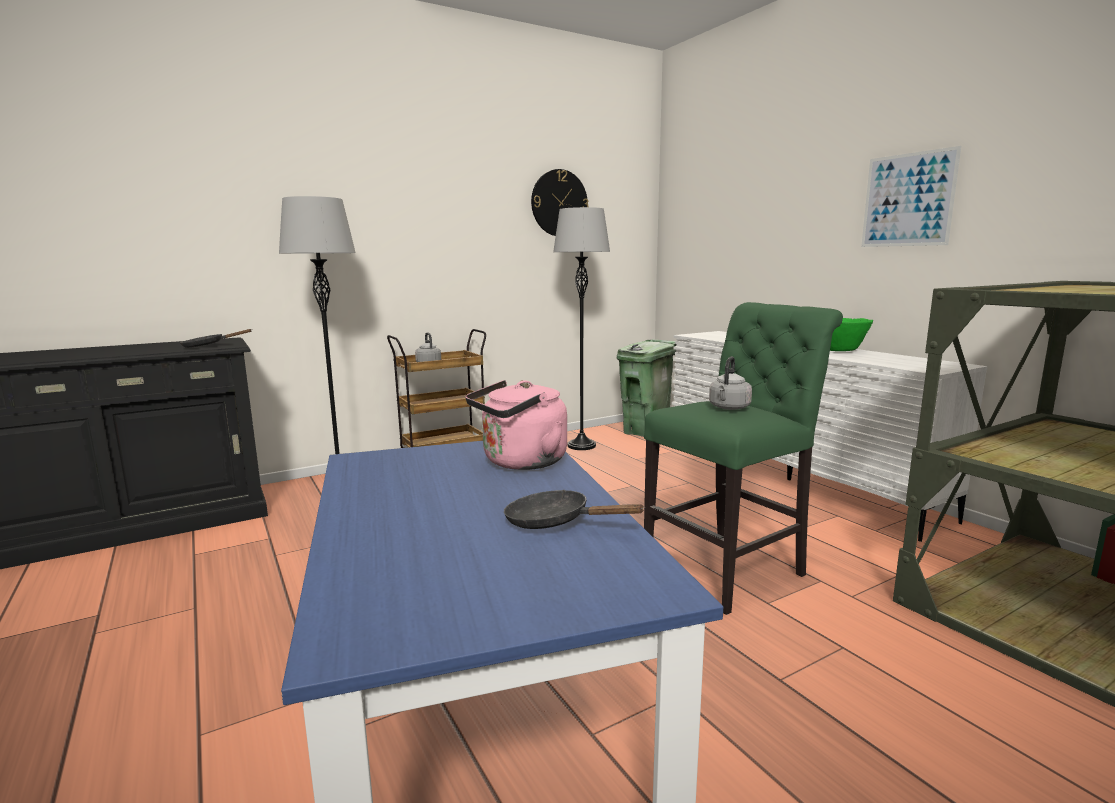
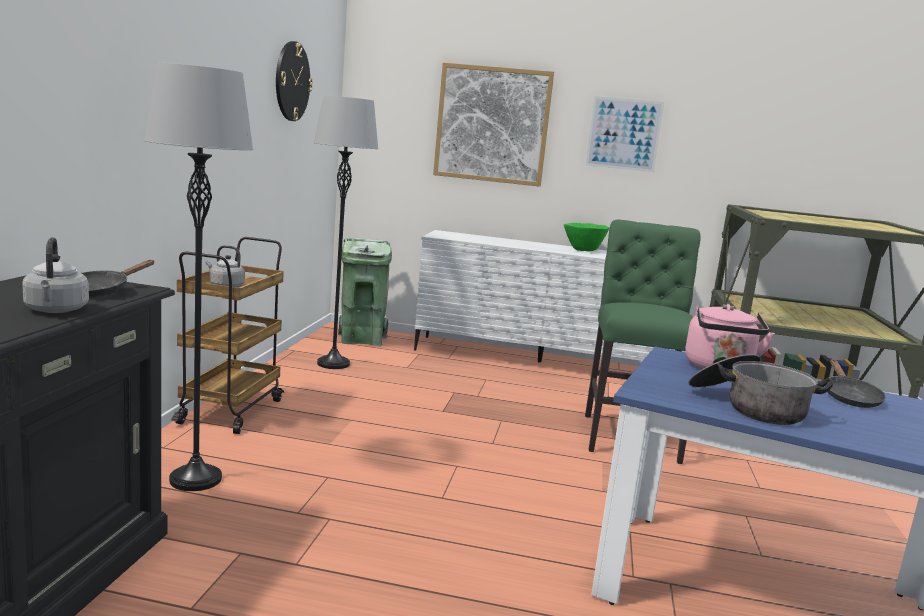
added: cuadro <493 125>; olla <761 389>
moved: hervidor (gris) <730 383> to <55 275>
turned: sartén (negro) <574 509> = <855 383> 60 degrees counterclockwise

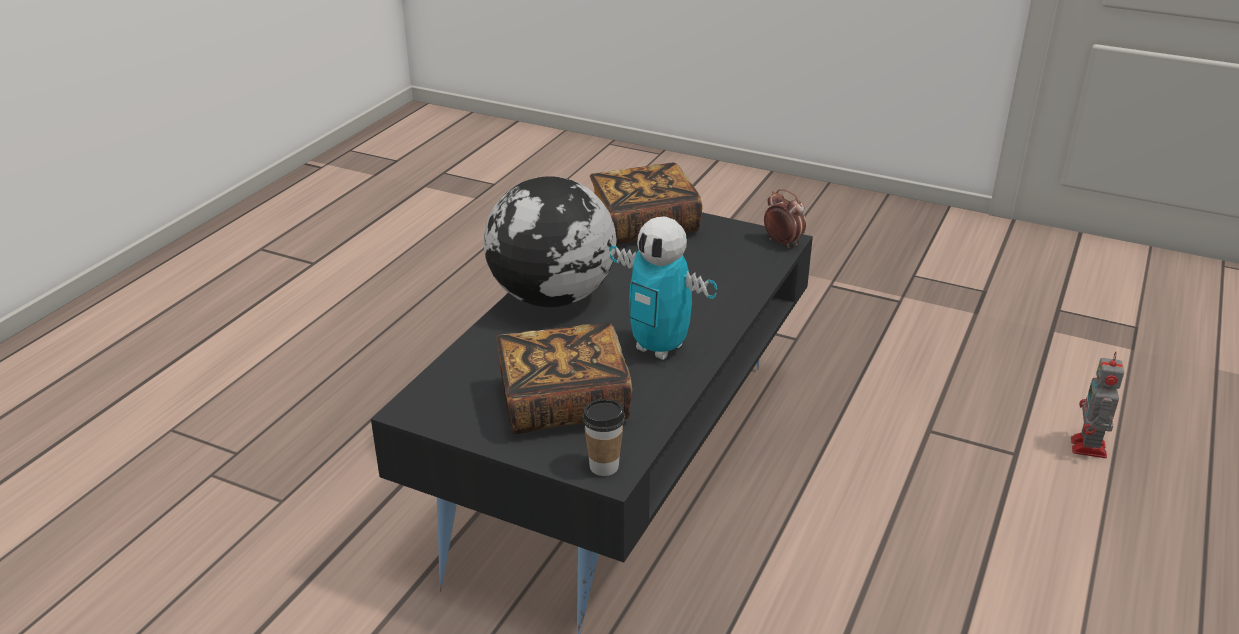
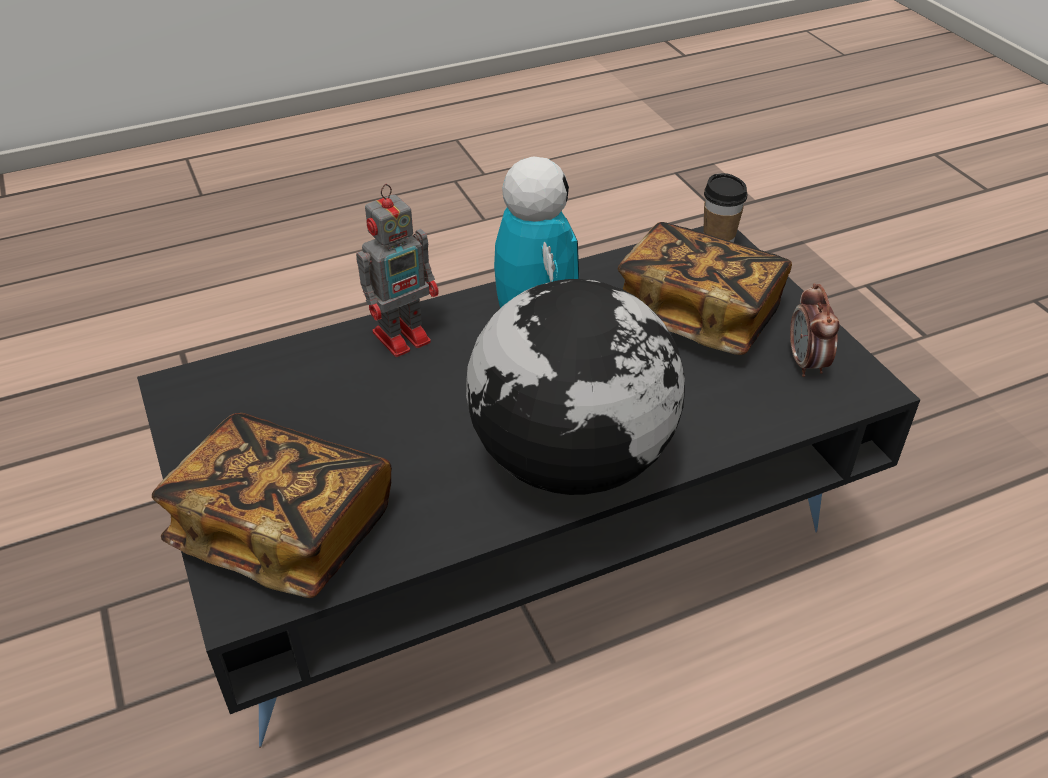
moved: despertador <785 218> to <815 330>; robot de juguete <1097 405> to <397 270>

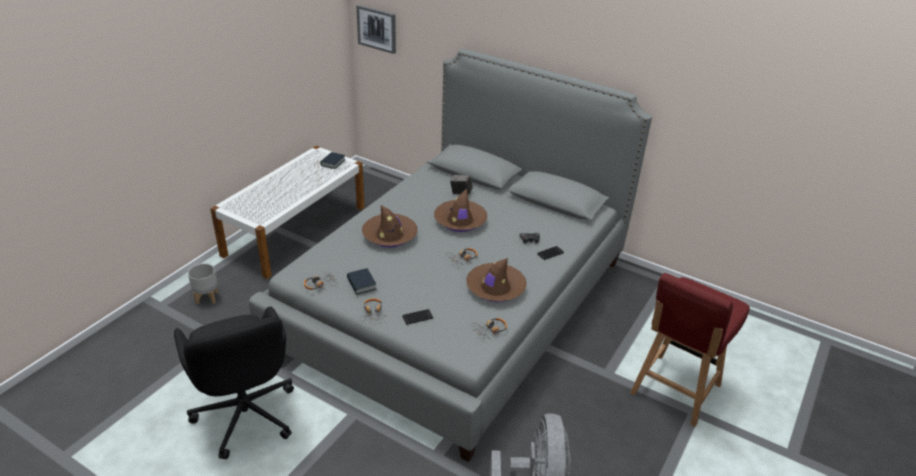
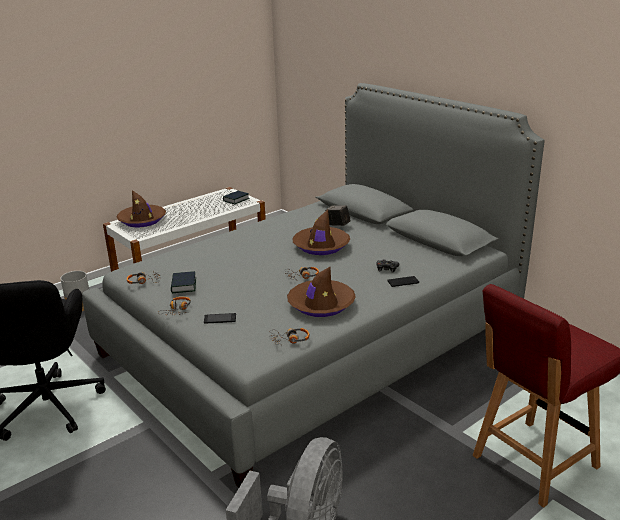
removed: cuadro <376 29>
moved: sombrero (marrón) <389 226> to <141 208>

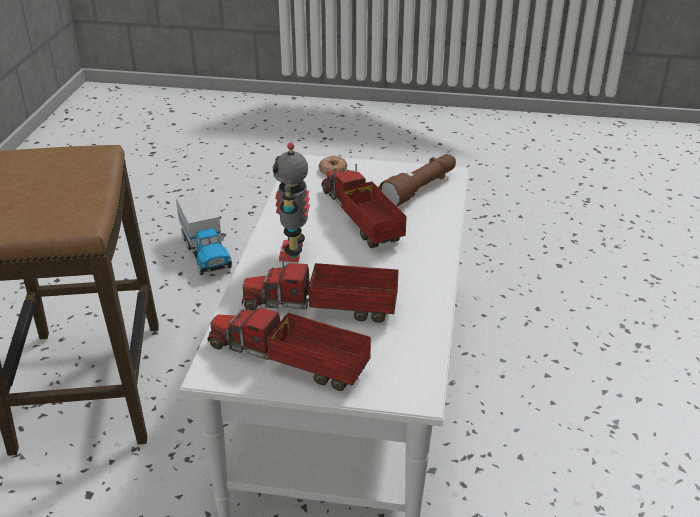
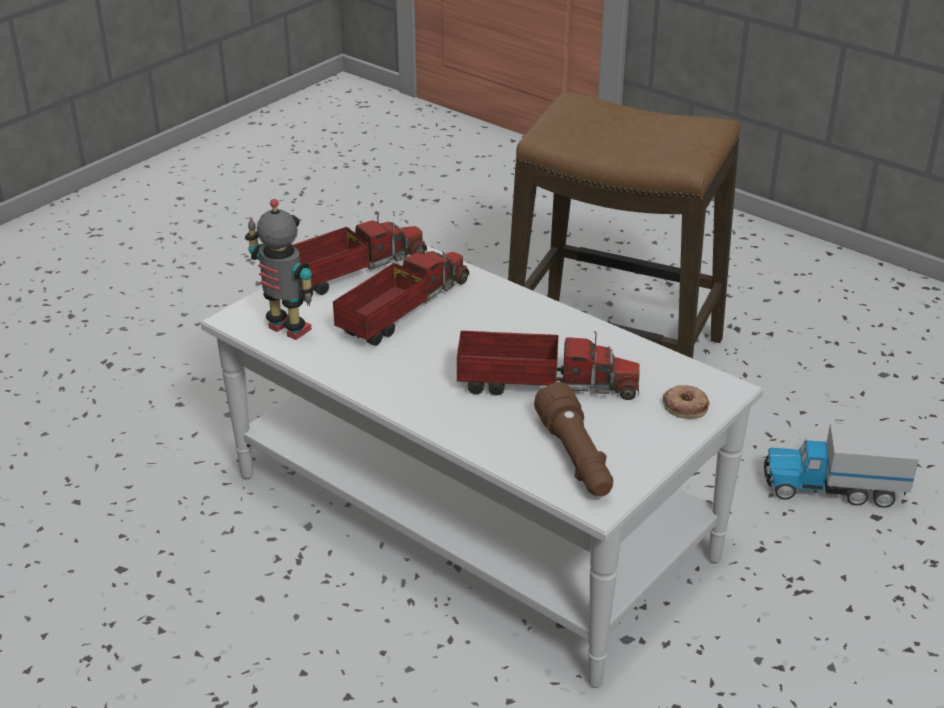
moved: robot de juguete <291 202> to <279 269>

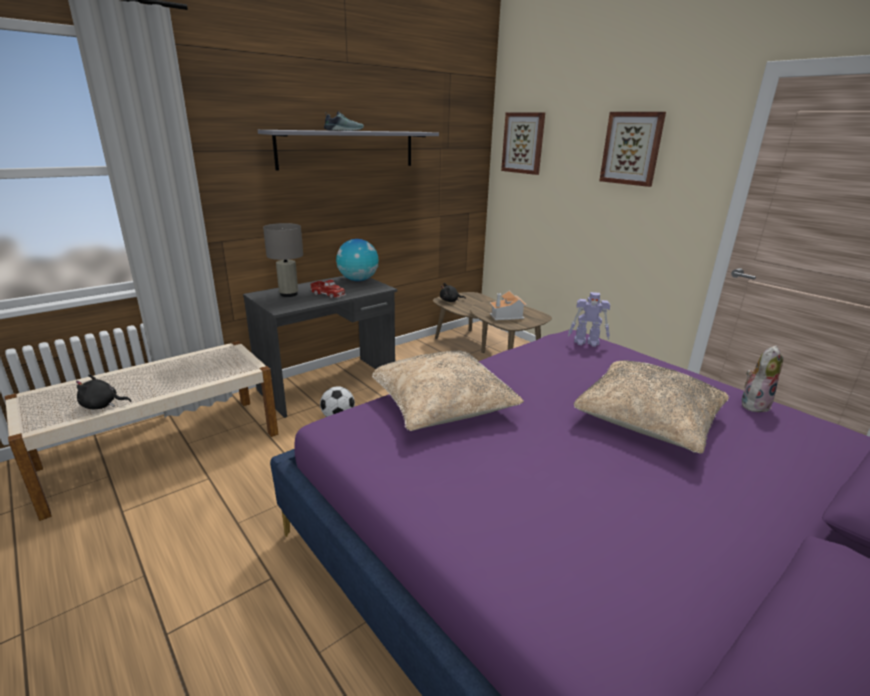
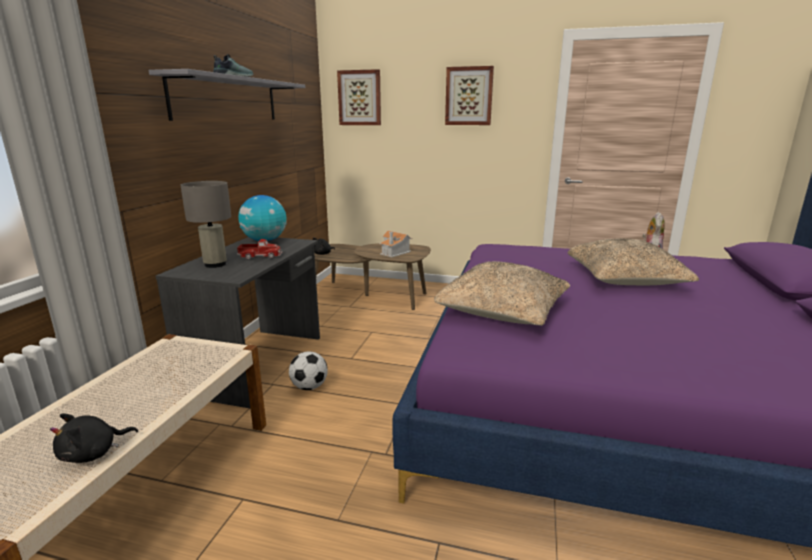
removed: robot de juguete <589 319>

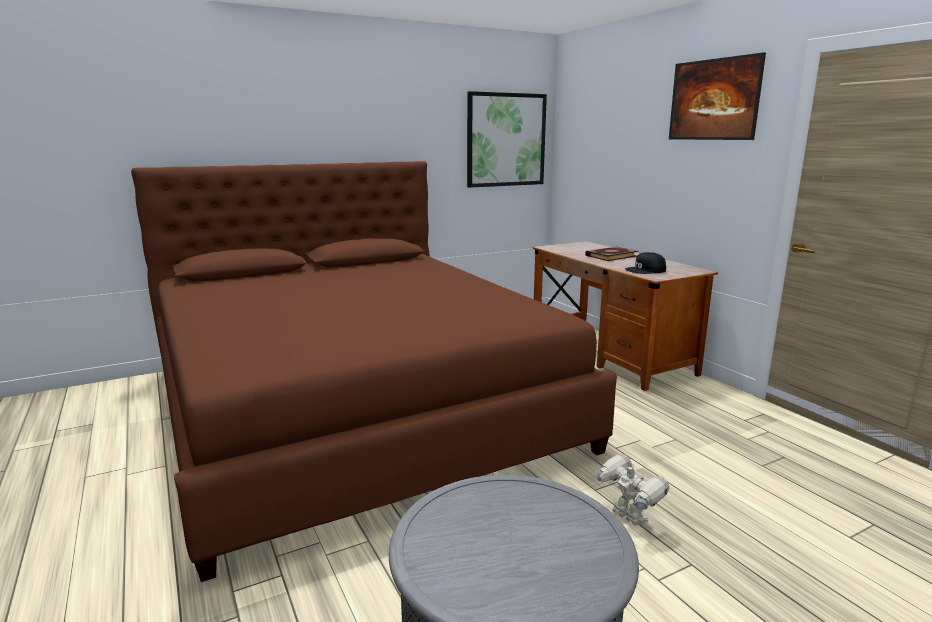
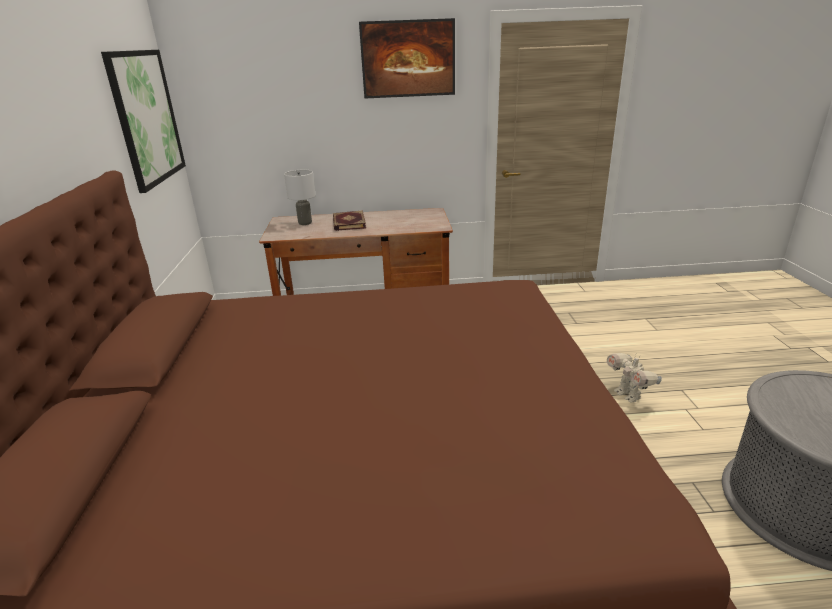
removed: gorra (negro) <645 263>
added: lámpara de mesa (blanco) <300 197>
turned: robot de juguete <632 490> = <634 378> 105 degrees counterclockwise

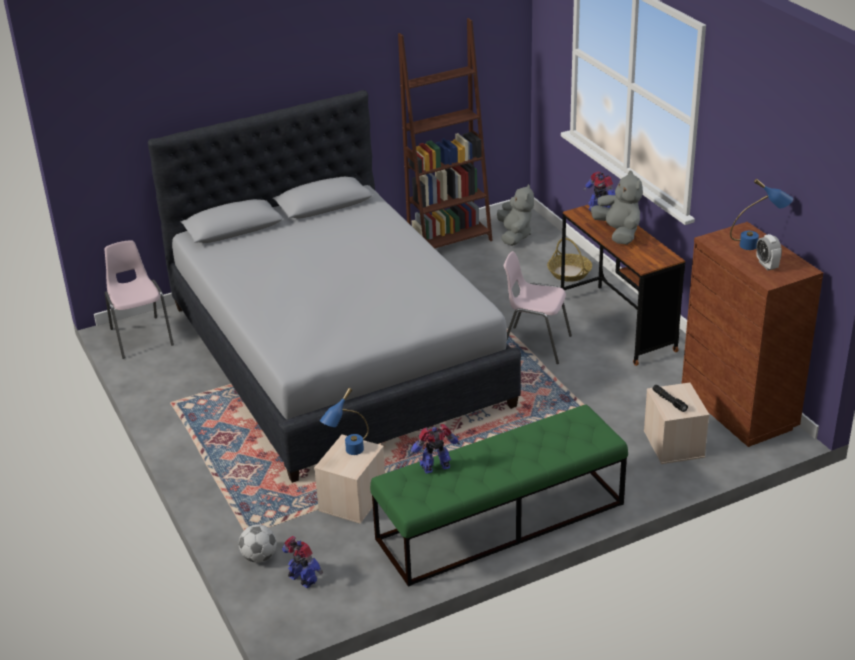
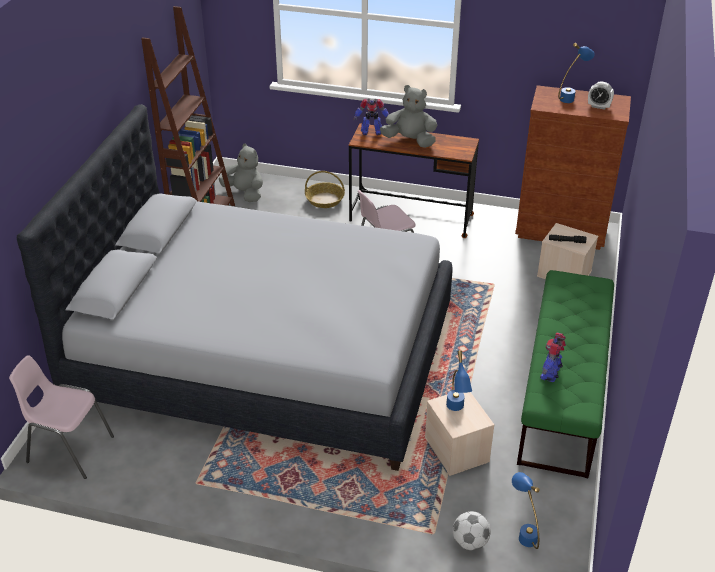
replaced: robot de juguete <302 562> to lámpara de mesa (azul) <526 510>

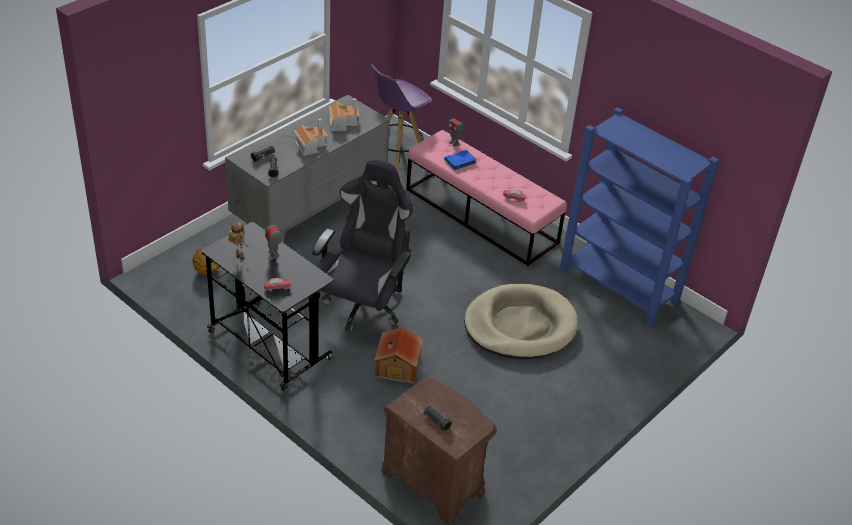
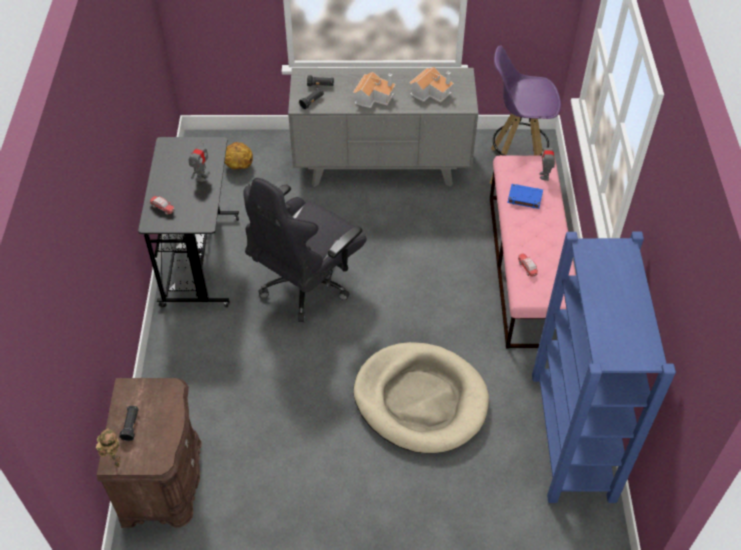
removed: casita <398 355>
moved: robot de juguete <238 239> to <108 448>
turned: silla de oficina (negro) <362 245> = <305 250> 150 degrees clockwise

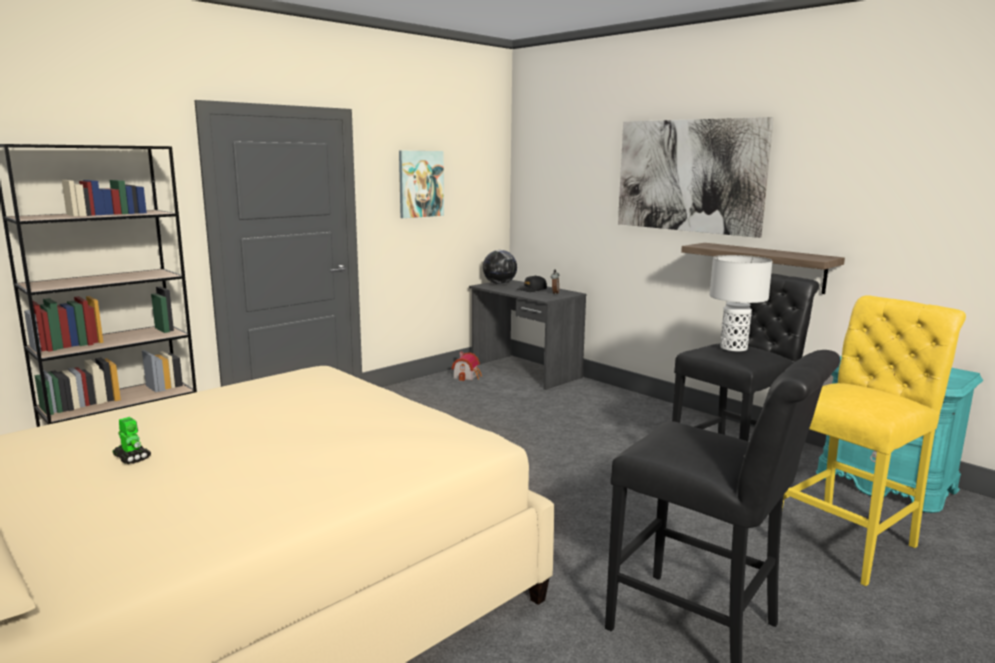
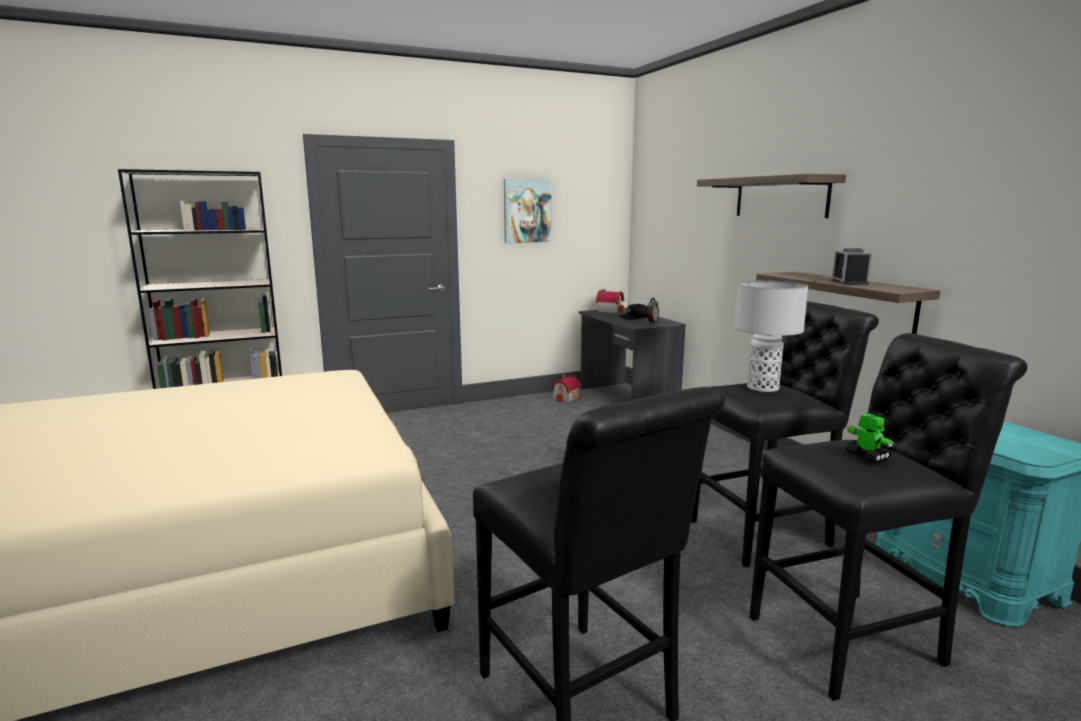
added: despertador <851 266>
moved: robot de juguete <131 440> to <870 438>
replaced: globo terráqueo <500 267> to casita <610 301>; cuadro <696 177> to estante <771 196>
recoloured: taburete (amarillo) <874 440> to taburete (negro) <888 517>

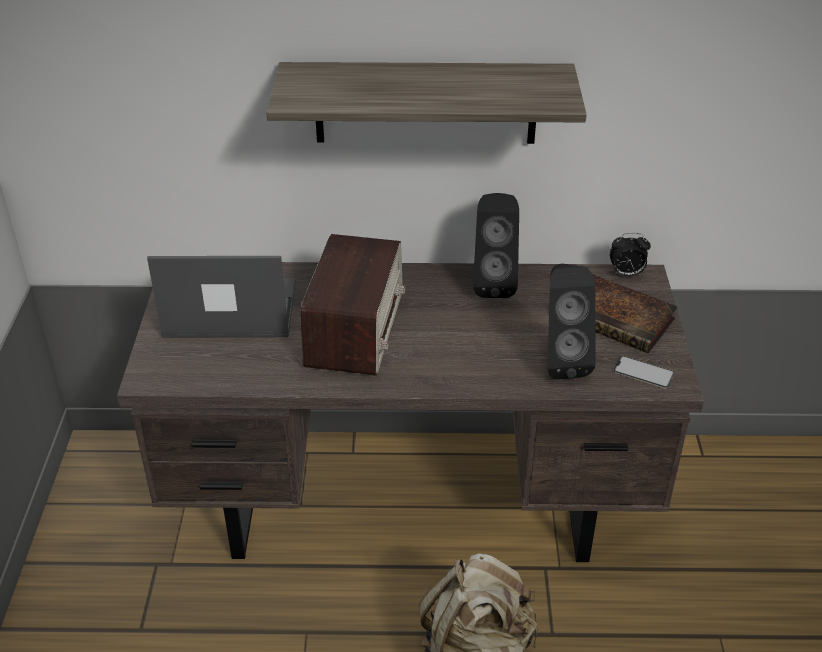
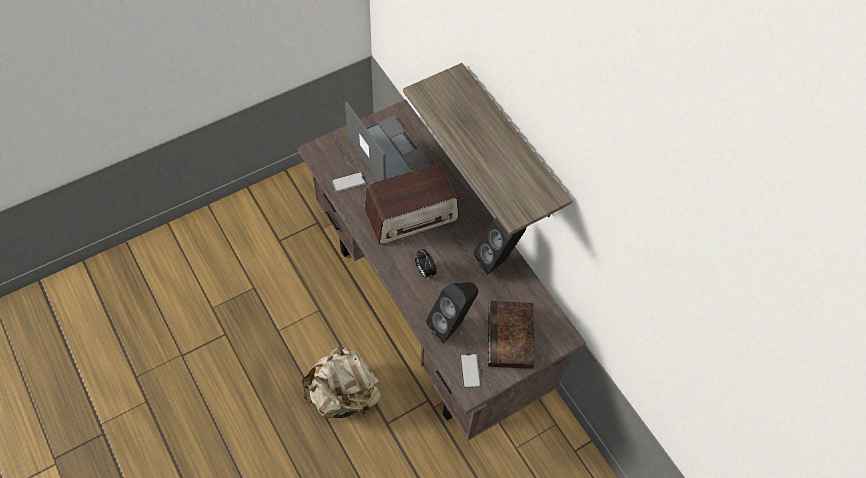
added: móvil <349 182>
moved: despertador <630 254> to <426 264>

